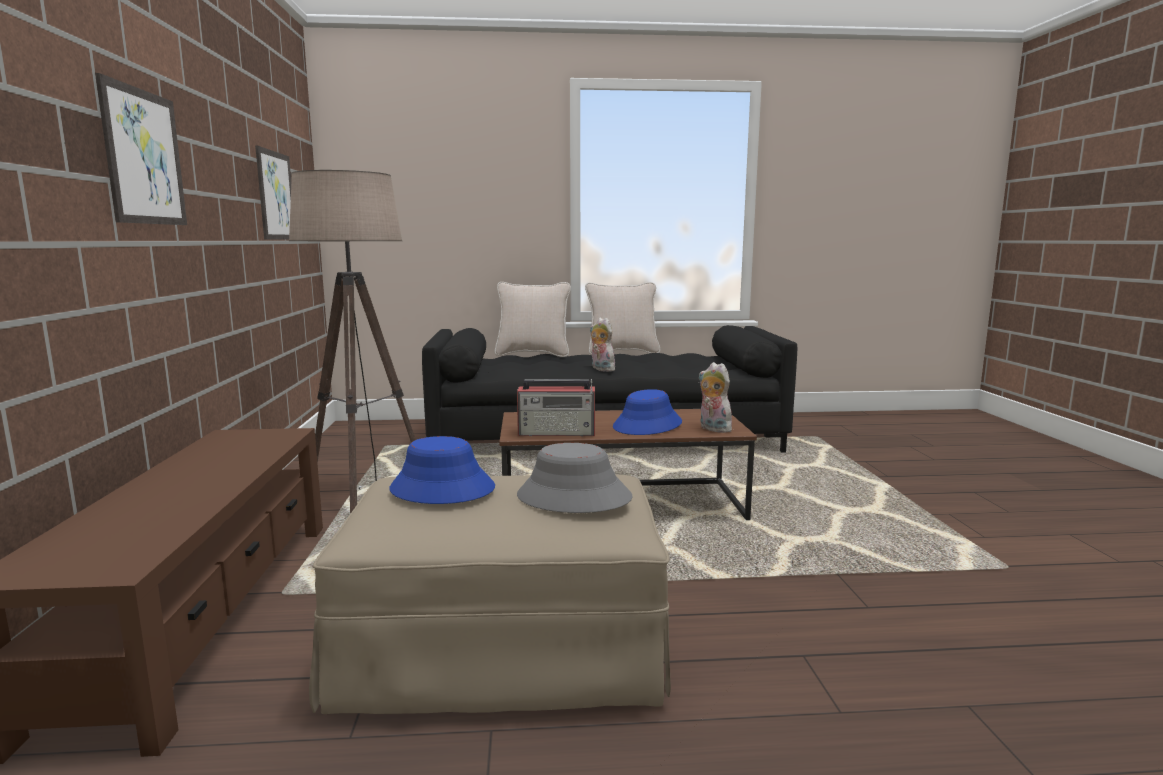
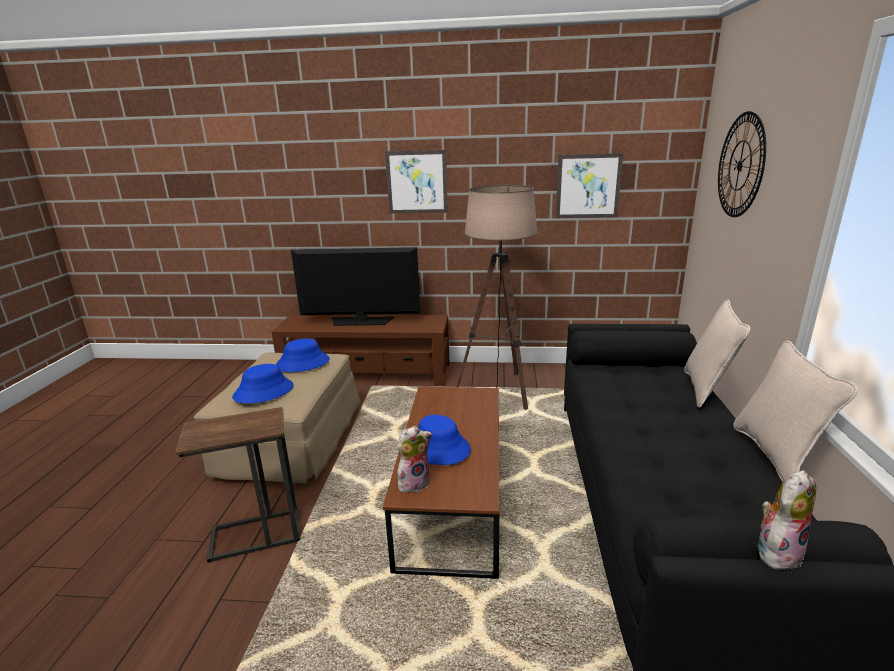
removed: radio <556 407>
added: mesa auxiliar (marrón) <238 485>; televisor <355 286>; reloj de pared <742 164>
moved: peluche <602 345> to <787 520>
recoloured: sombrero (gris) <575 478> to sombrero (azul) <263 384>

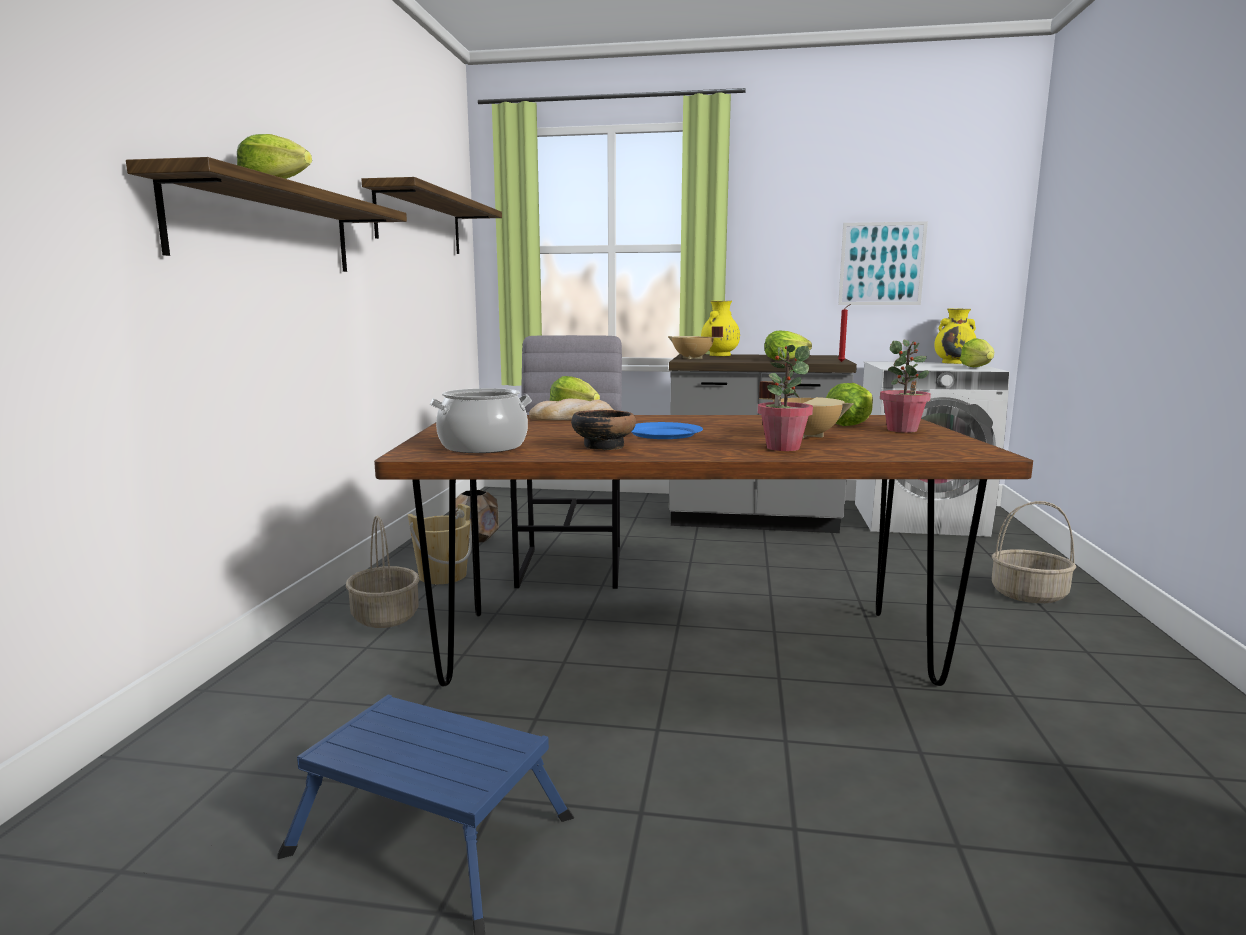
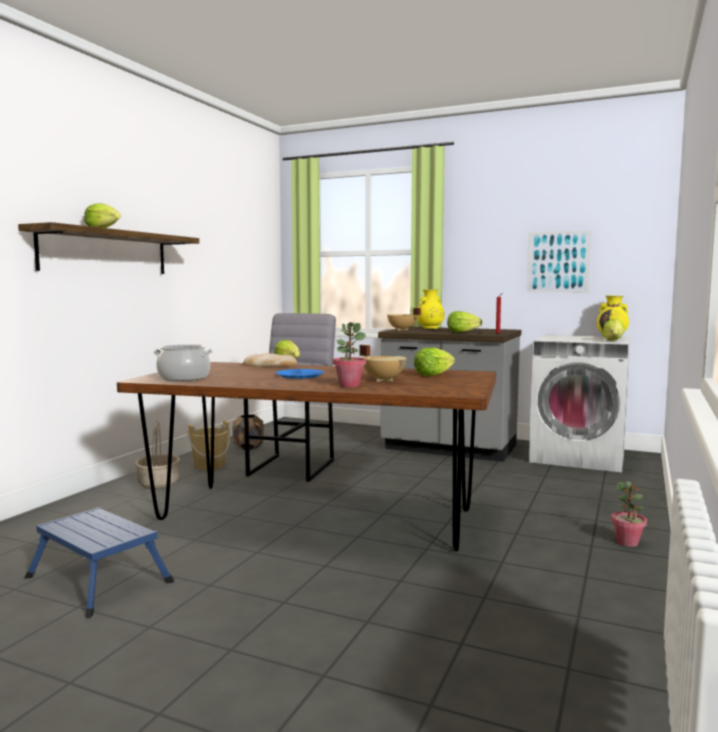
removed: estante <431 215>; cuenco <603 430>; cesta <1034 552>
moved: planta en maceta <905 386> to <629 514>

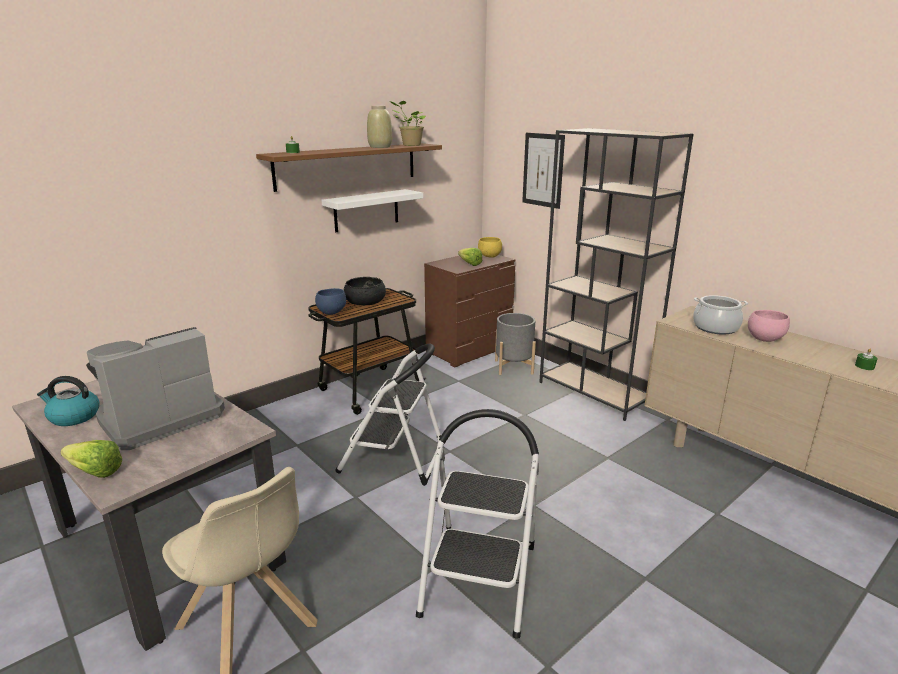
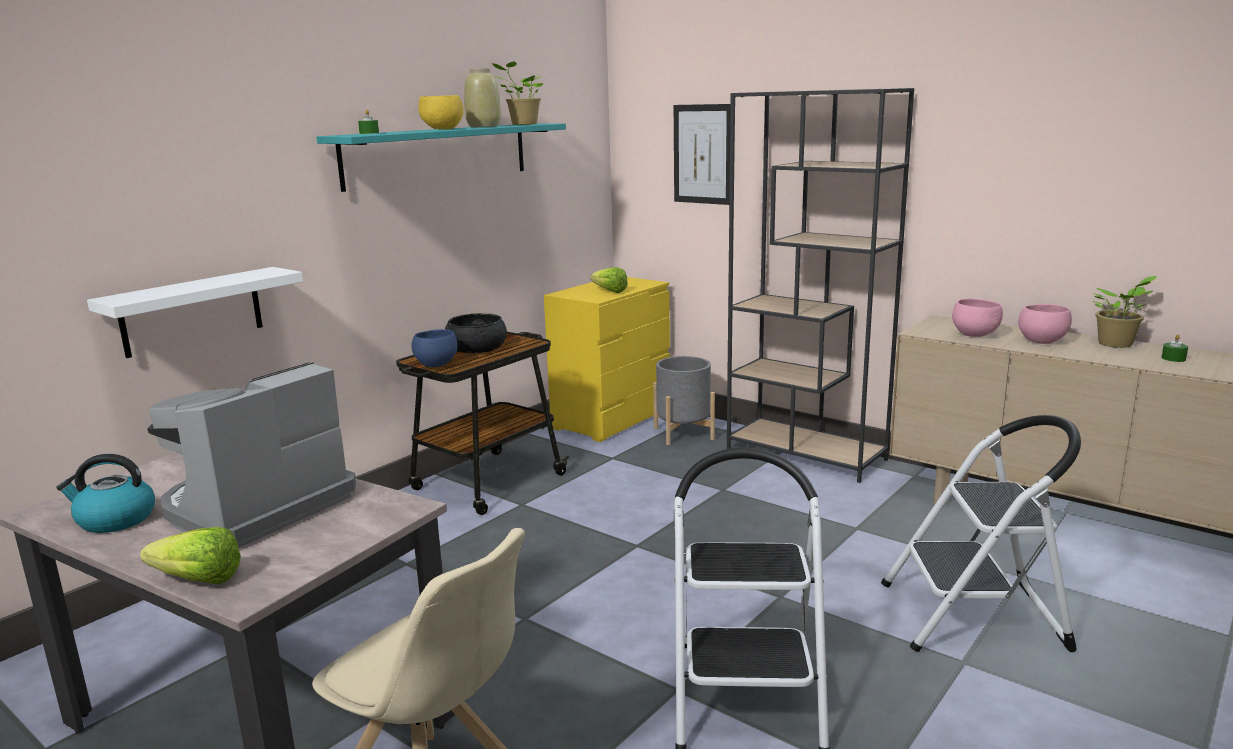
added: planta en maceta <1124 312>
moved: estante (blanco) <372 210> to <195 312>; escalera de tijera <389 415> to <981 533>; cuenco (amarillo) <490 247> to <440 112>
replaced: olla <720 314> to cuenco (rosa) <977 317>
recoloured: estante (marrón) <349 167> to estante (turquesa) <441 157>; cómoda (marrón) <470 311> to cómoda (amarillo) <607 359>

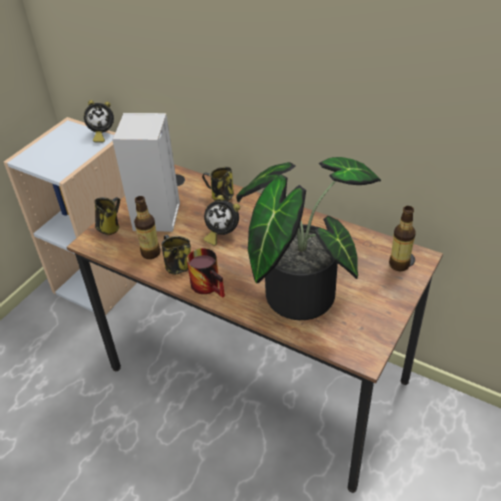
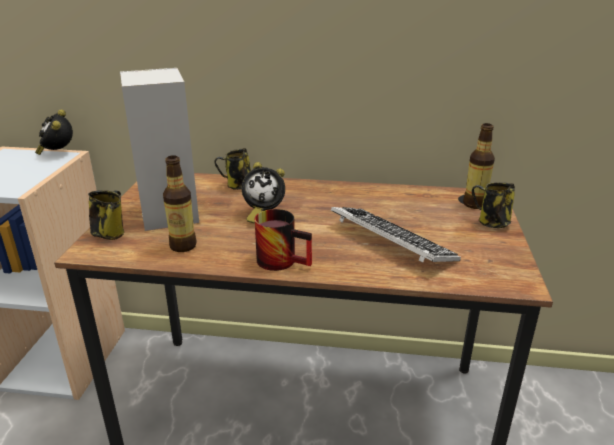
moved: taza grande <176 255> to <493 205>
replaced: planta en maceta <308 238> to teclado <396 234>
turned: despertador <99 121> = <54 132> 120 degrees clockwise

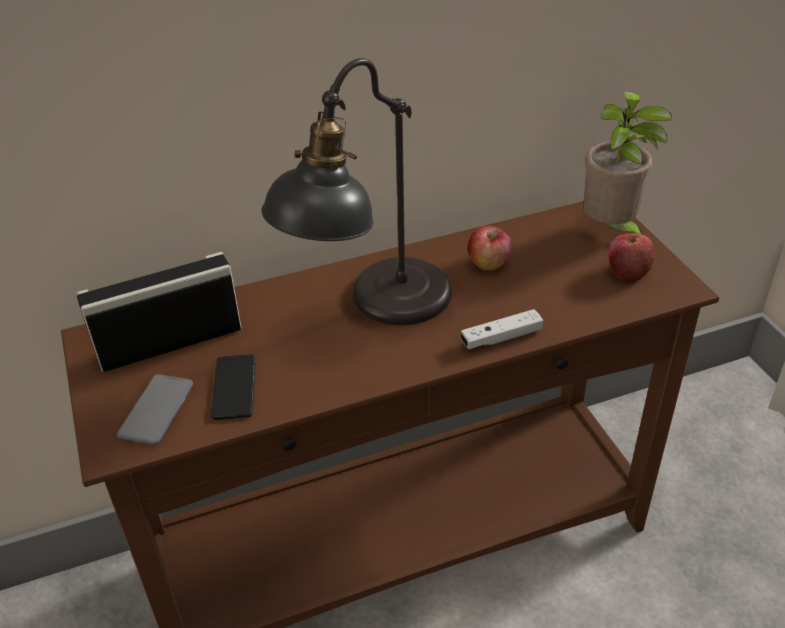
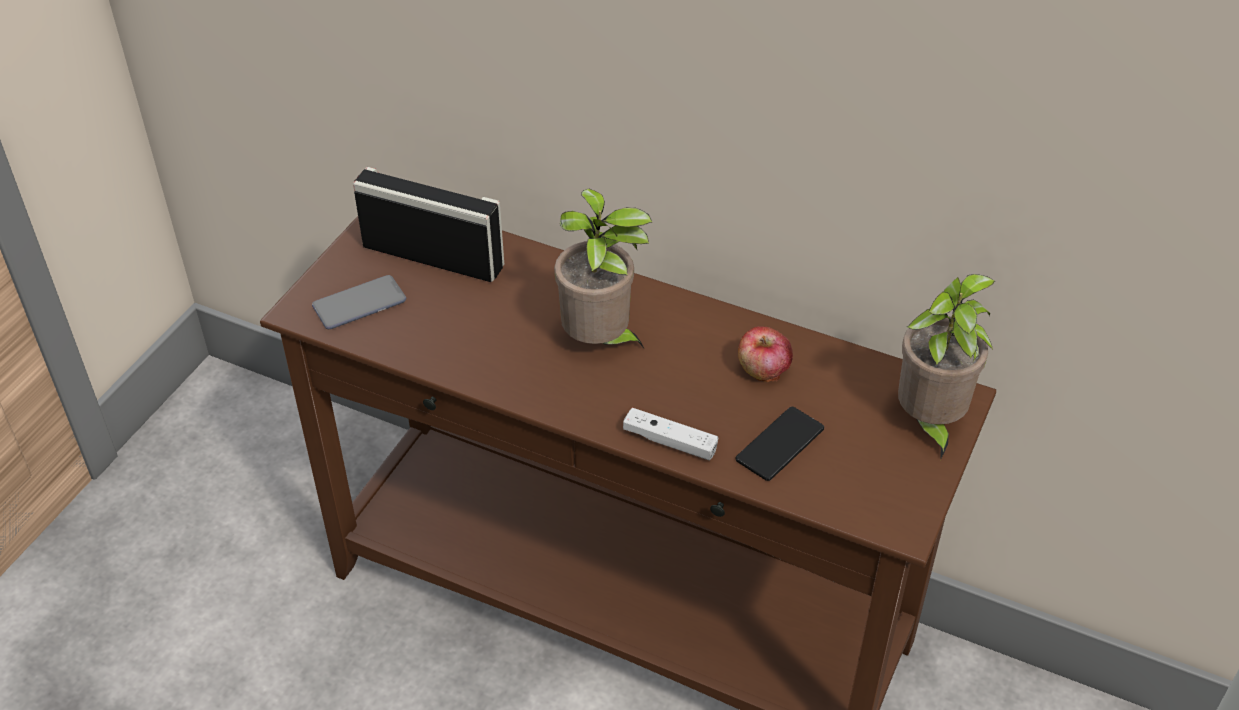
removed: manzana <631 258>
moved: móvil <233 387> to <780 444>
replaced: lámpara de mesa (gris) <357 191> to planta en maceta <603 268>

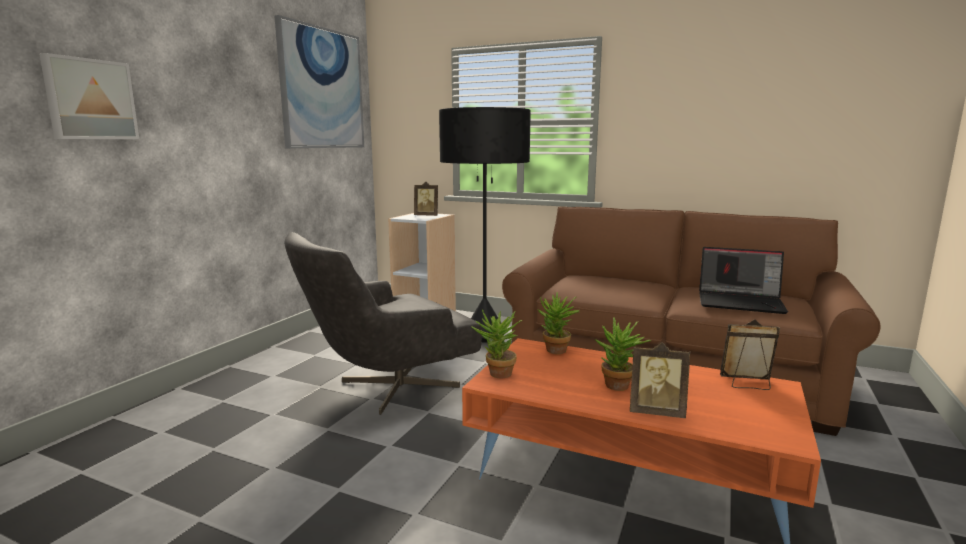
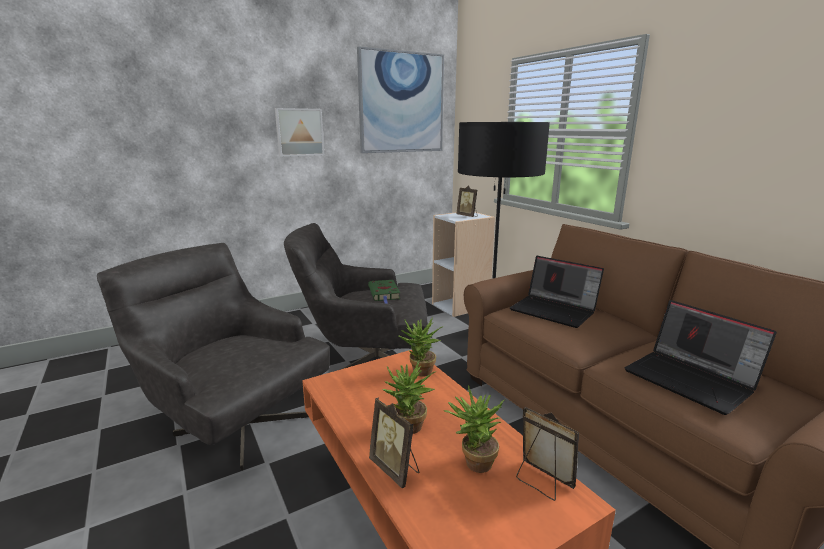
added: sillón (gris) <213 357>; libro (verde) <384 292>; portátil <557 292>
moved: cuadro <89 96> to <299 132>; planta en maceta <497 344> to <474 429>

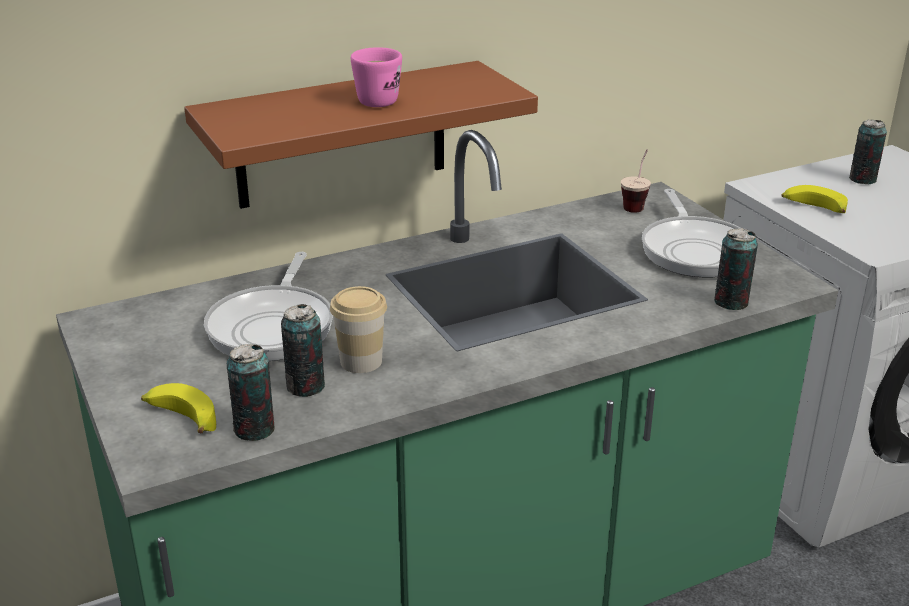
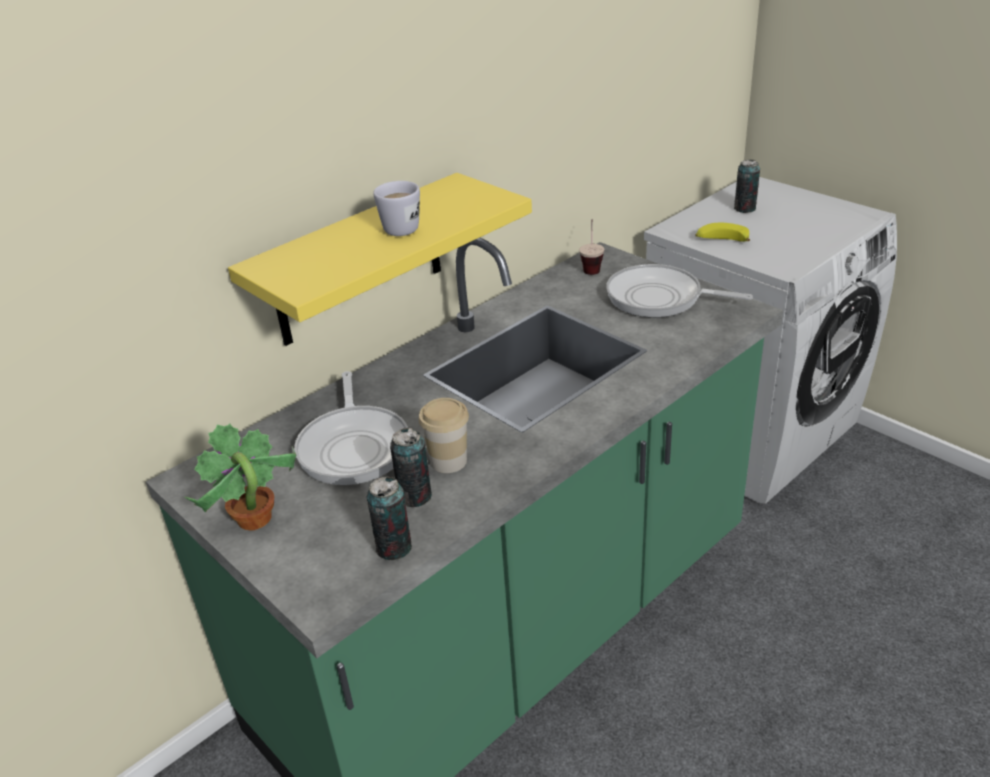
removed: plátano <178 408>; lata <736 269>
added: planta en maceta <240 477>
recoloured: estante (marrón) <361 135> to estante (amarillo) <380 259>; taza grande (rosa) <376 77> to taza grande (blanco) <396 208>
turned: sartén <691 233> = <679 291> 135 degrees clockwise

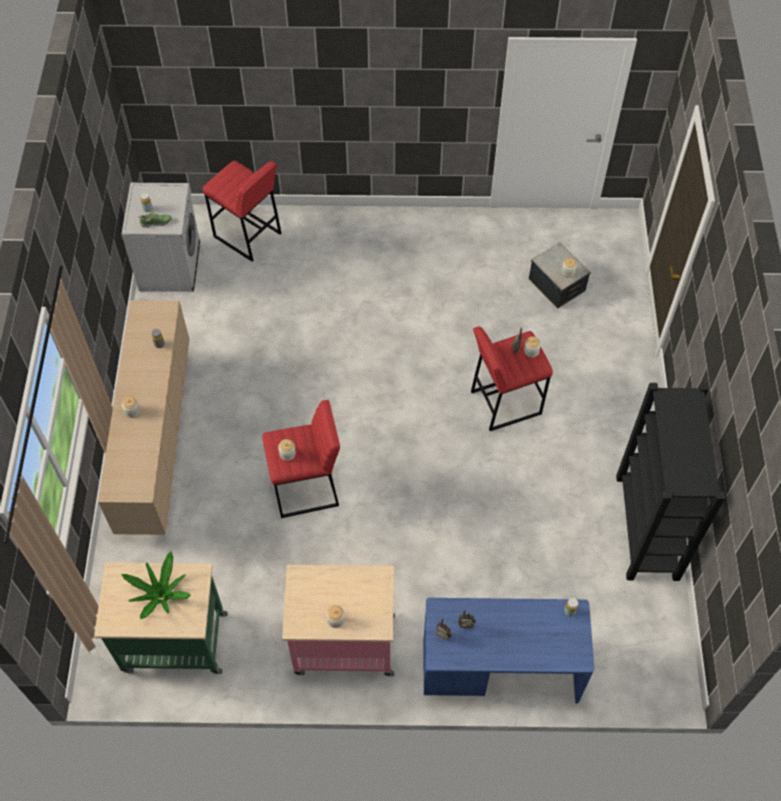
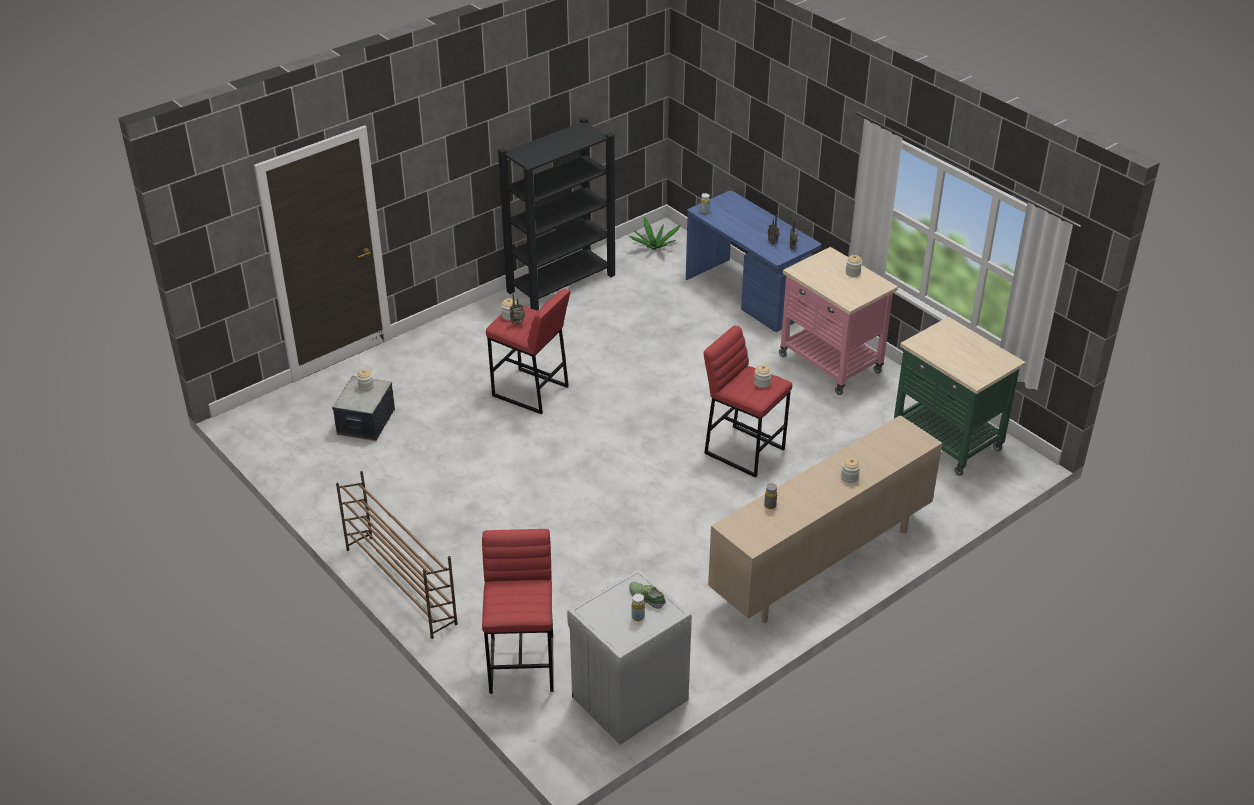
added: zapatero (marrón) <397 555>
moved: planta en maceta <156 585> to <655 233>

